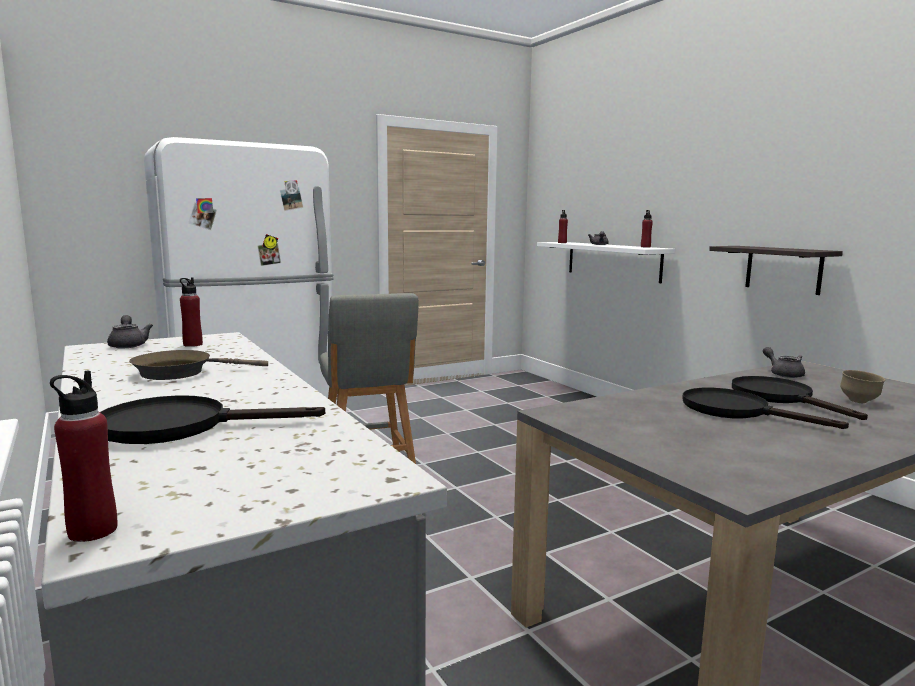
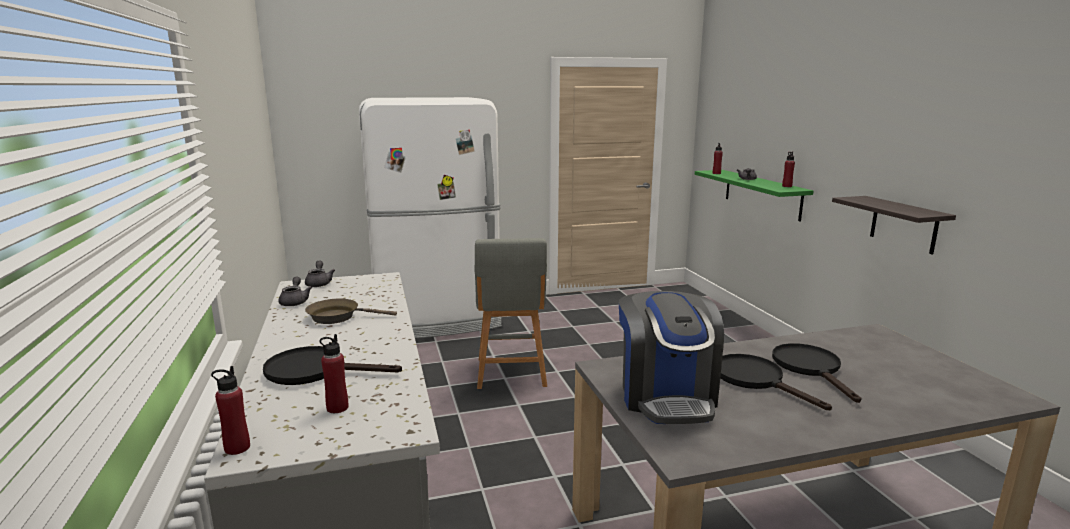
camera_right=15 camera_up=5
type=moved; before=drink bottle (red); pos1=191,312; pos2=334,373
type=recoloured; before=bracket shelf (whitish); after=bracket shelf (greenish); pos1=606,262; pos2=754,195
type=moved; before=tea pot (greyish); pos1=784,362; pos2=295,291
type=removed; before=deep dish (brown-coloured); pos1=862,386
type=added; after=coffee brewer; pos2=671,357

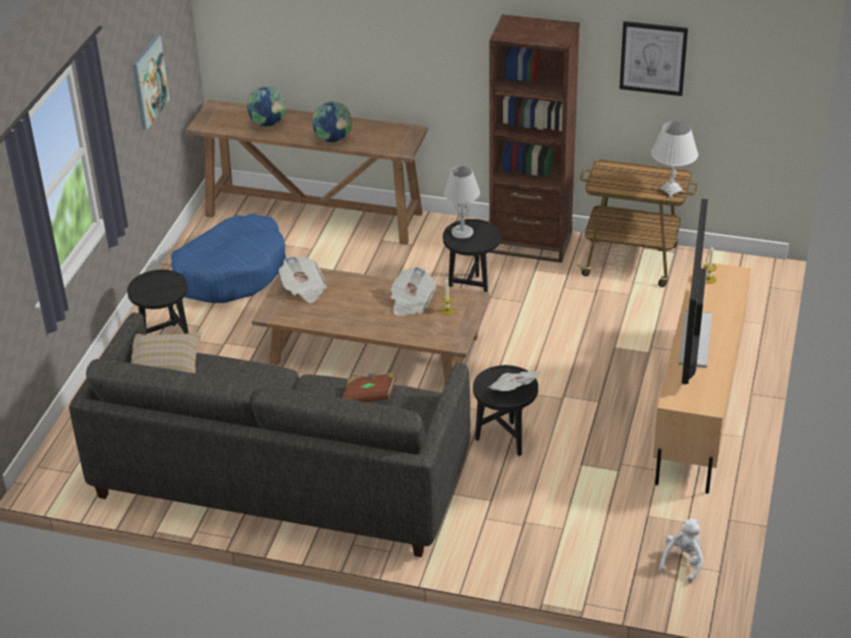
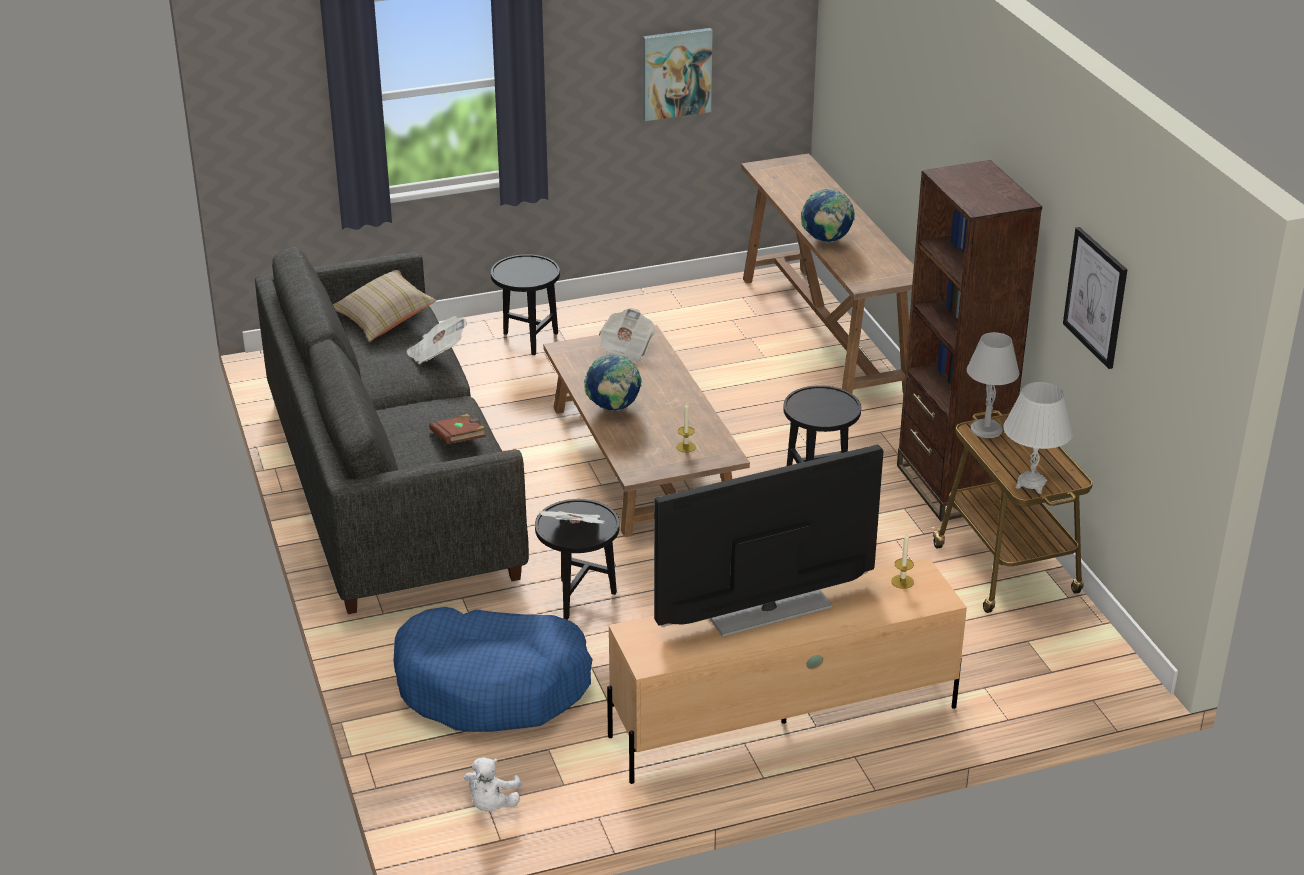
camera_right=55 camera_up=-5
type=moved; before=dog cushion (bluish); pos1=228,258; pos2=493,669
type=moved; before=desk globe; pos1=266,106; pos2=613,382
type=moved; before=daily paper; pos1=413,291; pos2=436,340
type=moved; before=table lamp (greyish); pos1=462,202; pos2=993,385
type=turned; before=plush toy (whitish); pos1=681,551; pos2=493,784; turn=105

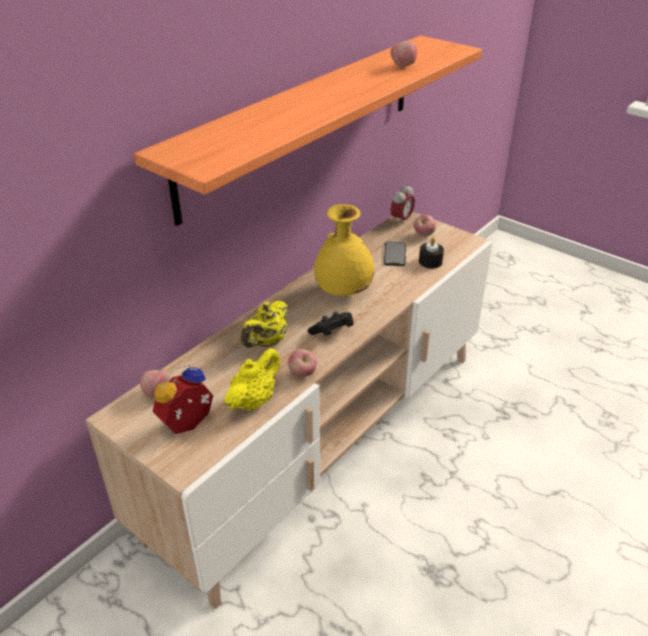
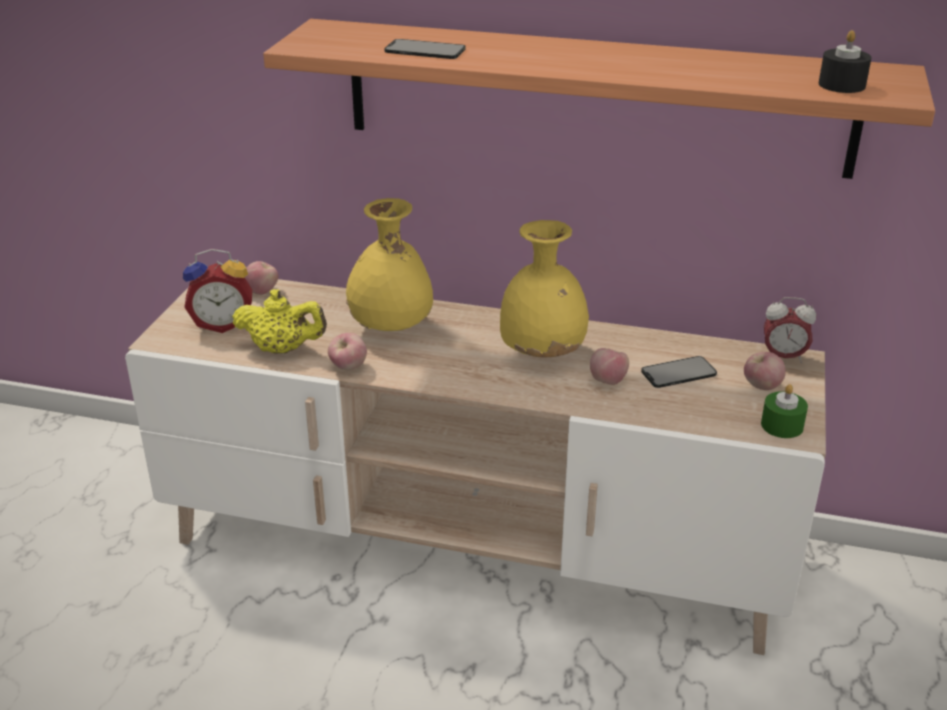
camera_right=65 camera_up=-5
type=turned; before=bedside clock; pos1=183,399; pos2=217,291; turn=150
type=replaced; before=tea pot (yellow); after=decorative vase (yellow); pos1=264,324; pos2=389,264
type=removed; before=joypad (blackish); pos1=331,324
type=moved; before=apple; pos1=404,53; pos2=609,366
type=moved; before=candle (blackish); pos1=431,253; pos2=845,61
type=added; after=telephone; pos2=425,49
type=added; after=candle (greenish); pos2=784,411

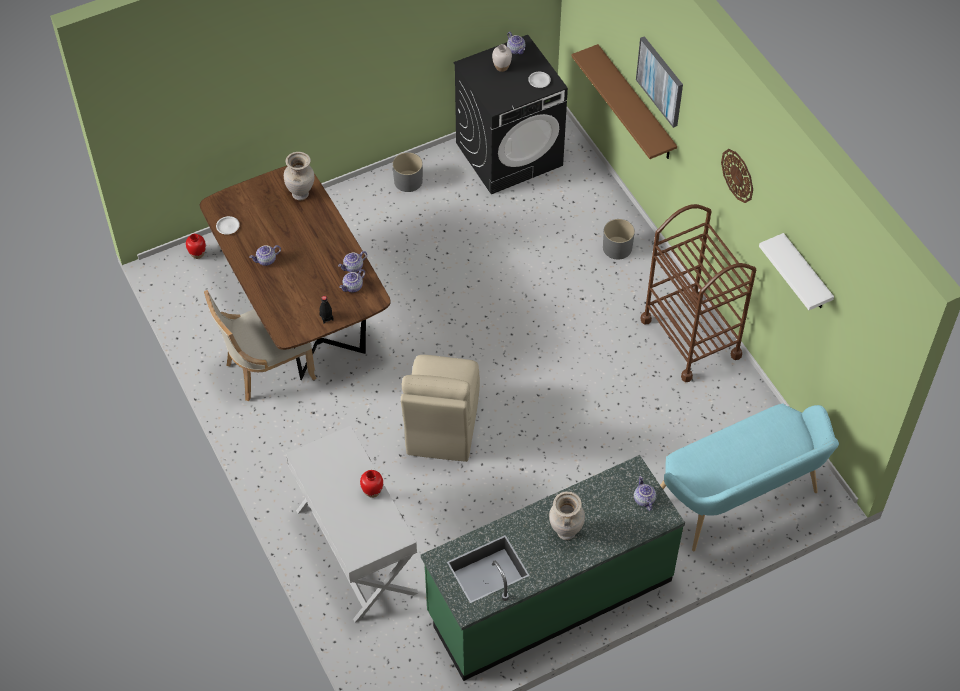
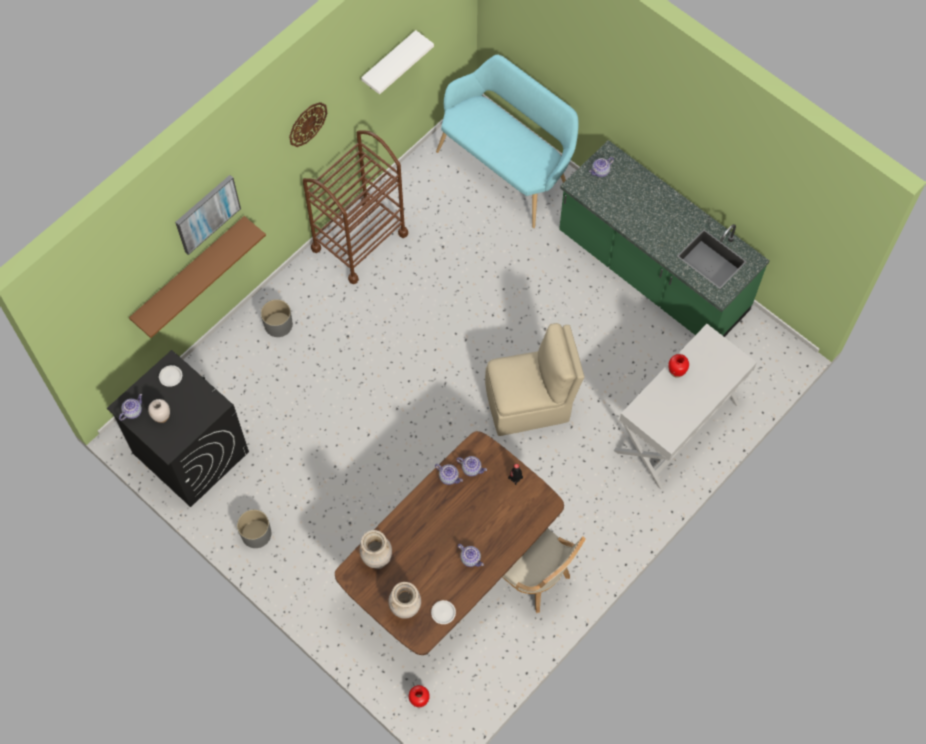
camera_right=-110 camera_up=10
type=moved; before=decorative vase (beige); pos1=567,516; pos2=404,600

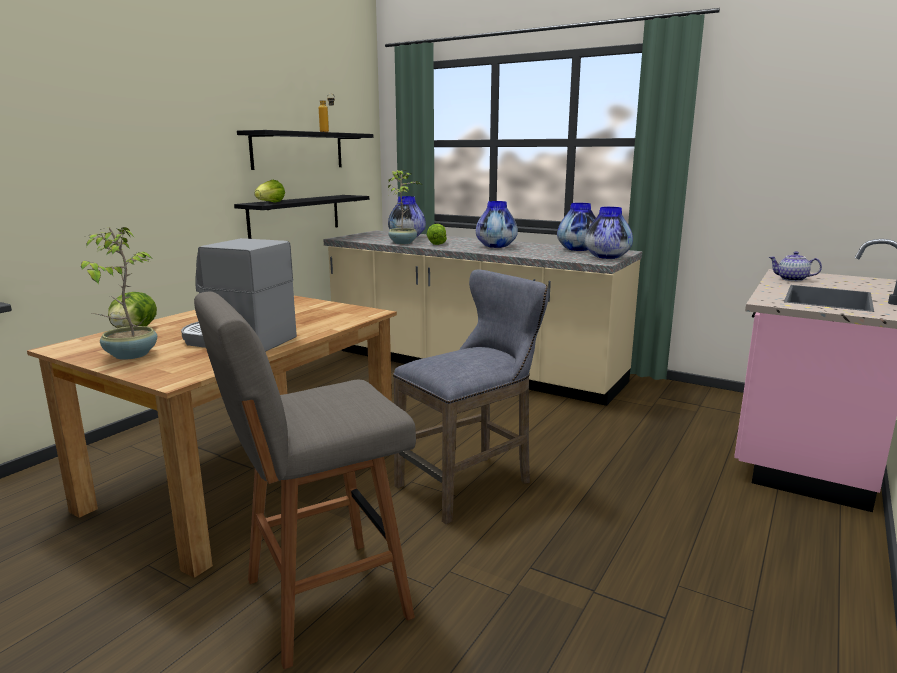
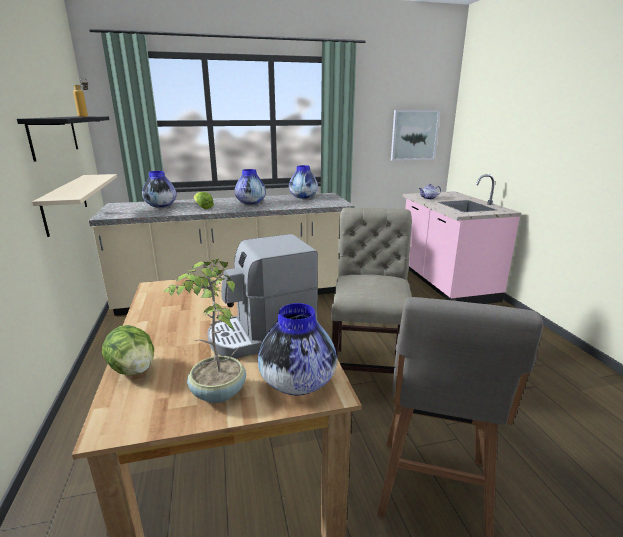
camera_right=-45 camera_up=5
type=recoloured; before=bracket shelf (blackish); after=bracket shelf (beige); pos1=301,217; pos2=74,205
type=removed; before=head of lettuce; pos1=269,191
type=removed; before=houseplant; pos1=405,207
type=replaced; before=stool seat (greyish); after=plain chair (beige); pos1=471,397; pos2=371,291
type=moved; before=decorative vase; pos1=609,233; pos2=297,349
type=added; after=wall picture; pos2=415,135

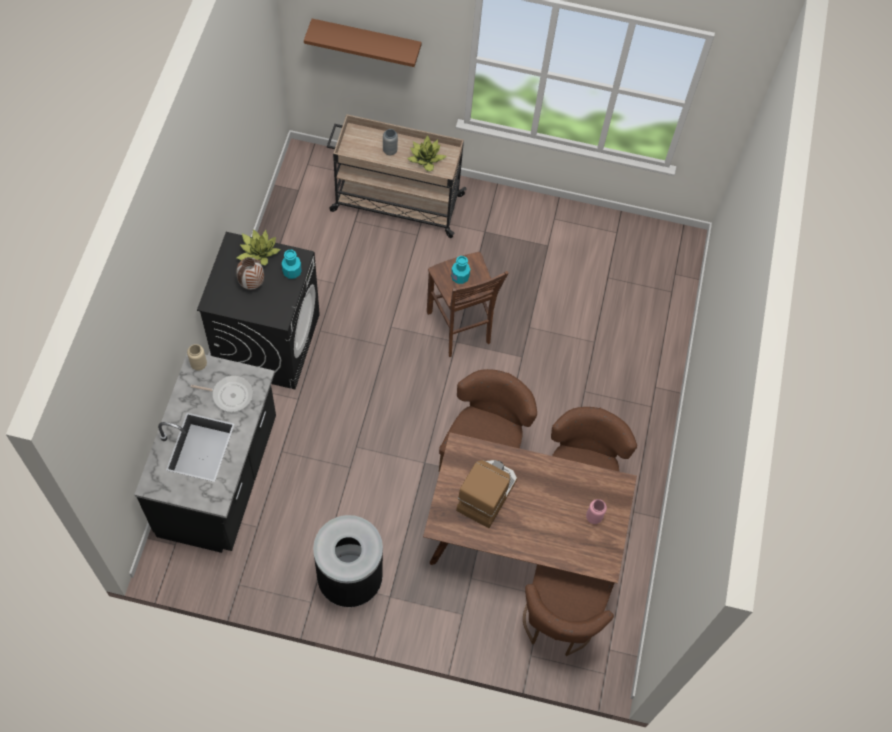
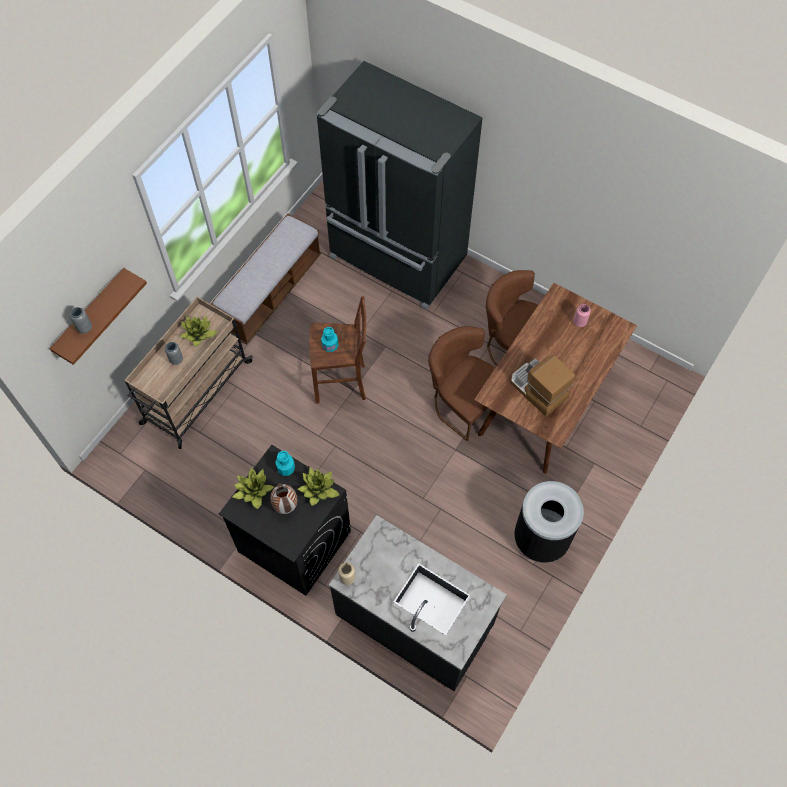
camera_right=-65 camera_up=0
type=removed; before=skillet; pos1=222,393
type=removed; before=plain chair (brown-coloured); pos1=568,610
type=added; after=decorative vase (greyish); pos2=81,320
type=added; after=bench; pos2=265,279
type=added; after=houseplant; pos2=318,487
type=added; after=kitchen fridge (blackish); pos2=399,185

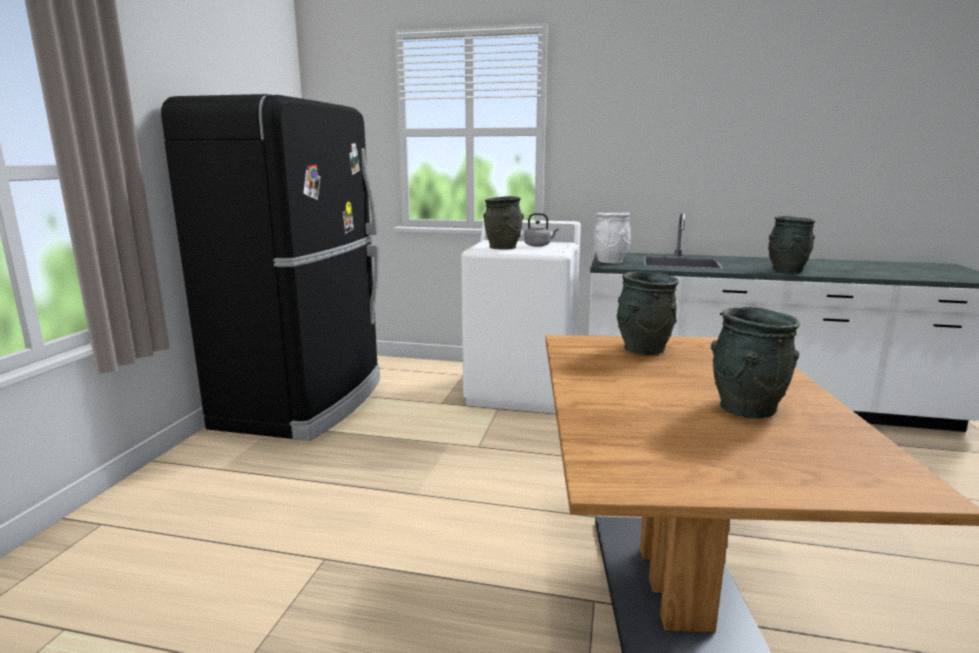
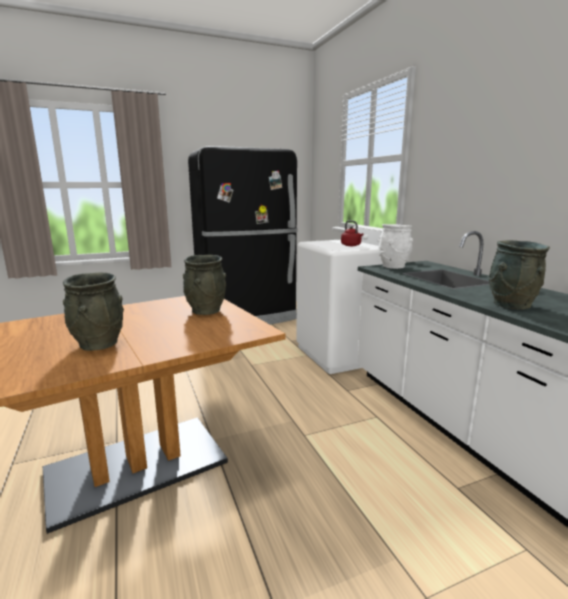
camera_right=55 camera_up=0
type=removed; before=decorative vase (greyish); pos1=503,223
type=recoloured; before=water kettle (greyish); after=water kettle (red); pos1=541,230; pos2=352,233

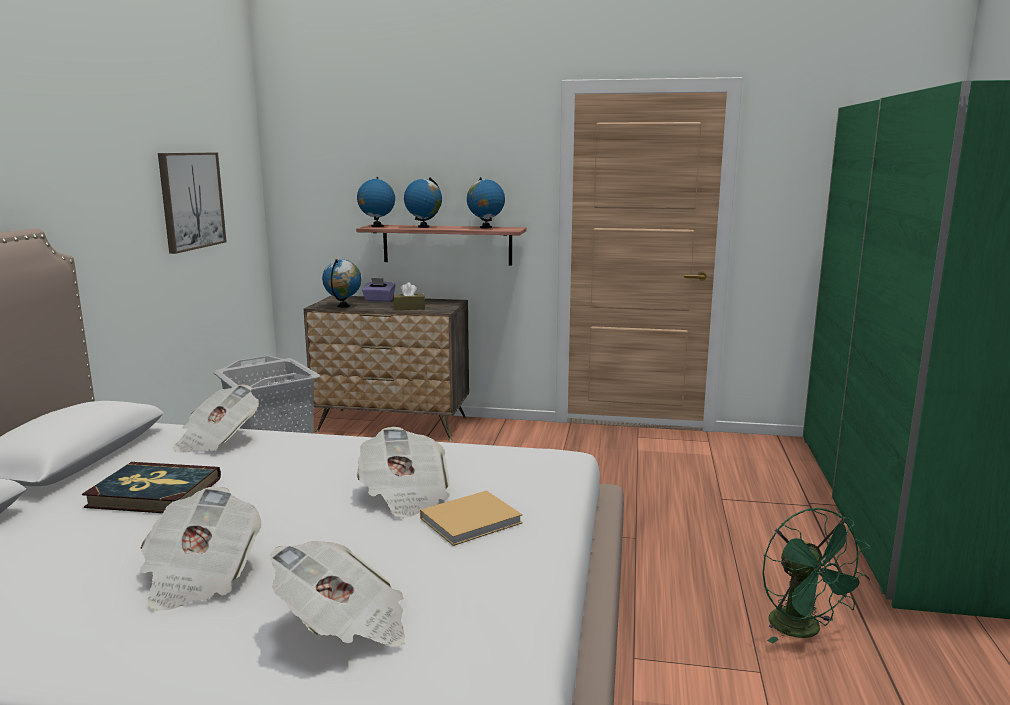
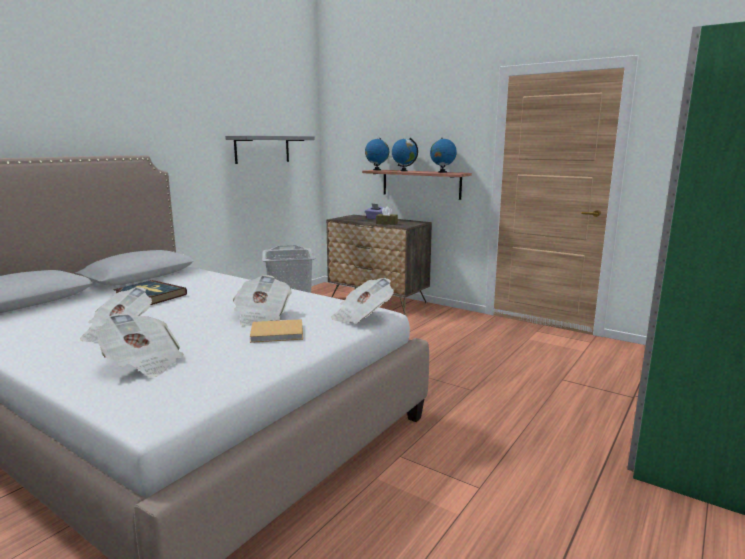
camera_right=25 camera_up=0
type=replaced; before=wall picture; after=bracket shelf (greyish); pos1=192,203; pos2=270,150
type=moved; before=daily paper; pos1=216,418; pos2=362,300
type=removed; before=desk globe; pos1=342,283
type=removed; before=fan (greenish); pos1=816,576

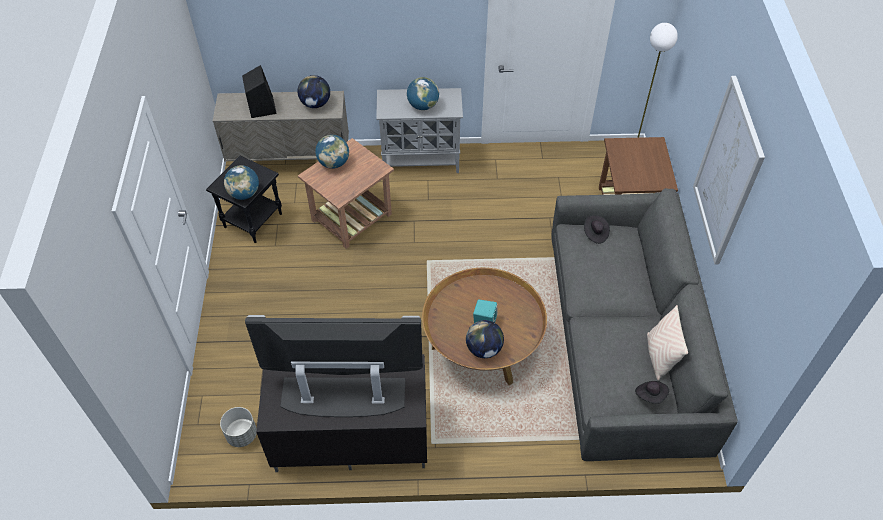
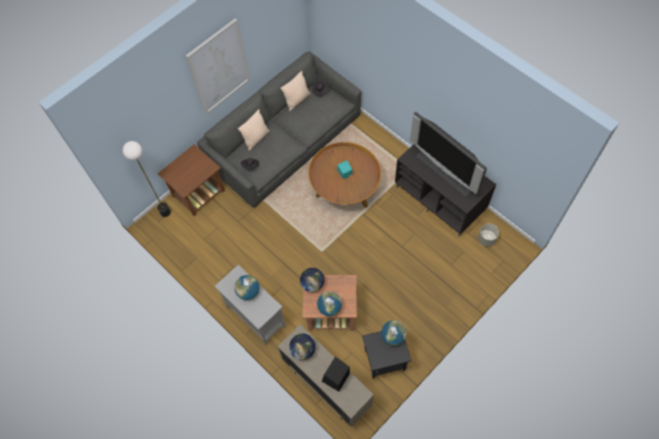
camera_right=-130 camera_up=10
type=moved; before=desk globe; pos1=485,339; pos2=312,280
type=added; after=throw pillow (beige); pos2=254,130

